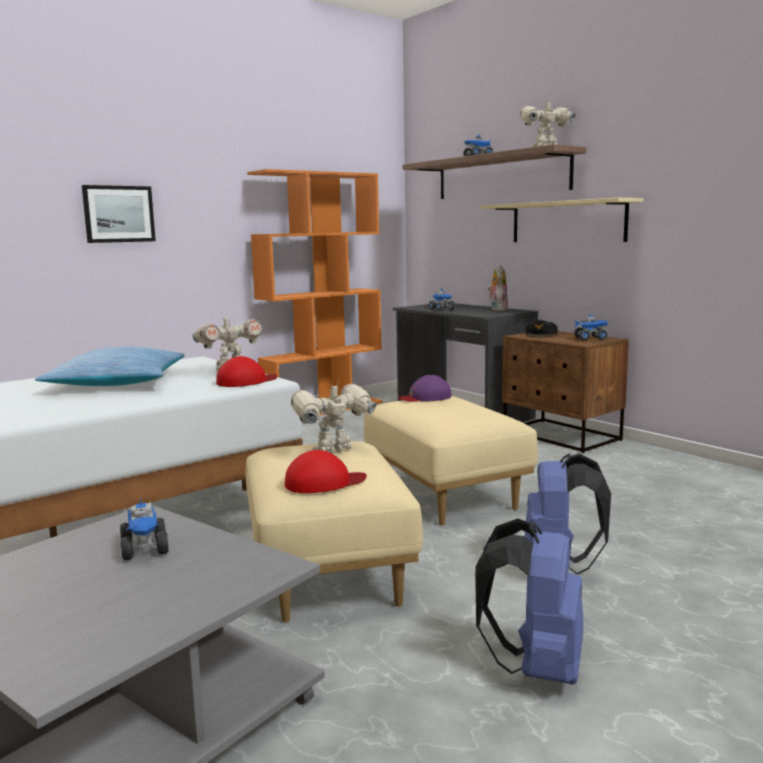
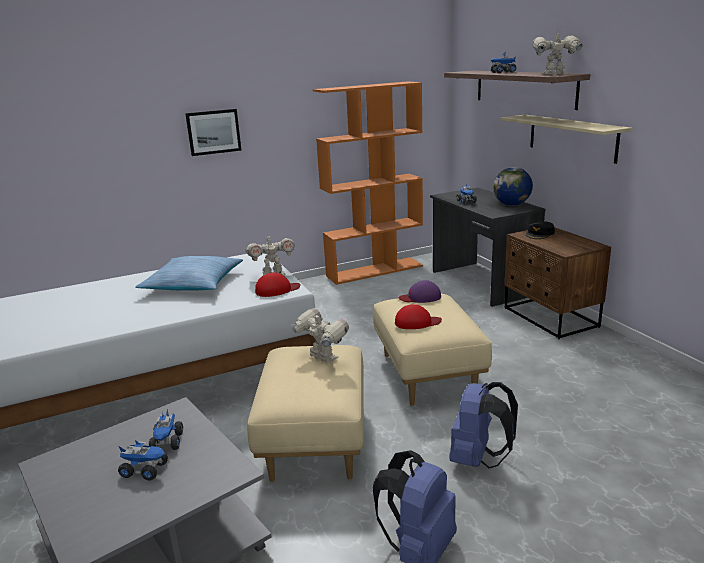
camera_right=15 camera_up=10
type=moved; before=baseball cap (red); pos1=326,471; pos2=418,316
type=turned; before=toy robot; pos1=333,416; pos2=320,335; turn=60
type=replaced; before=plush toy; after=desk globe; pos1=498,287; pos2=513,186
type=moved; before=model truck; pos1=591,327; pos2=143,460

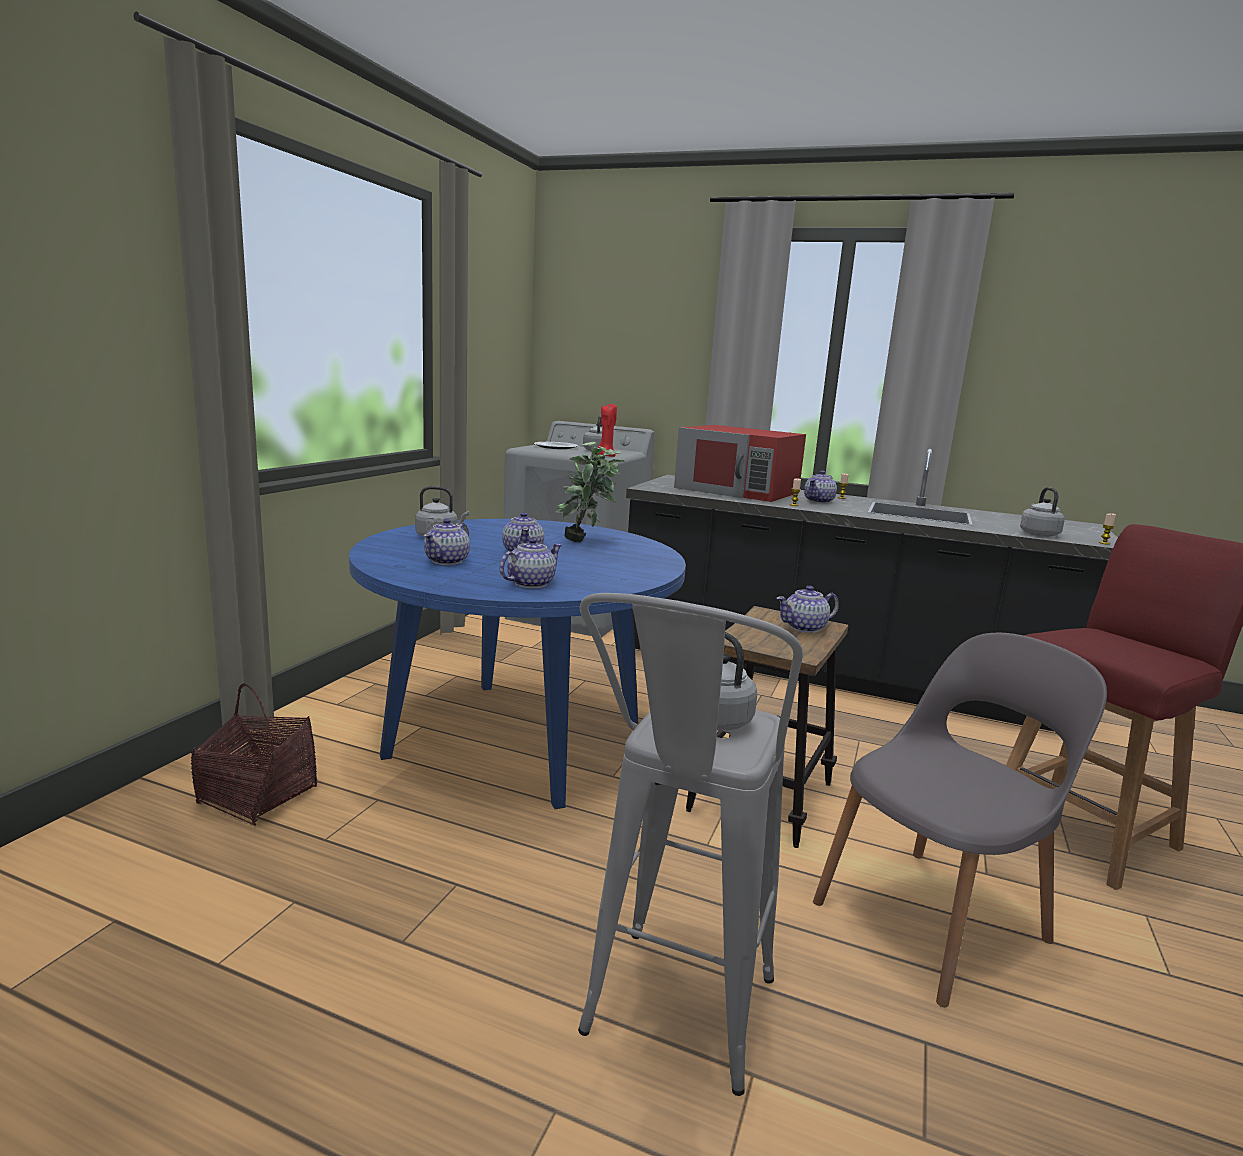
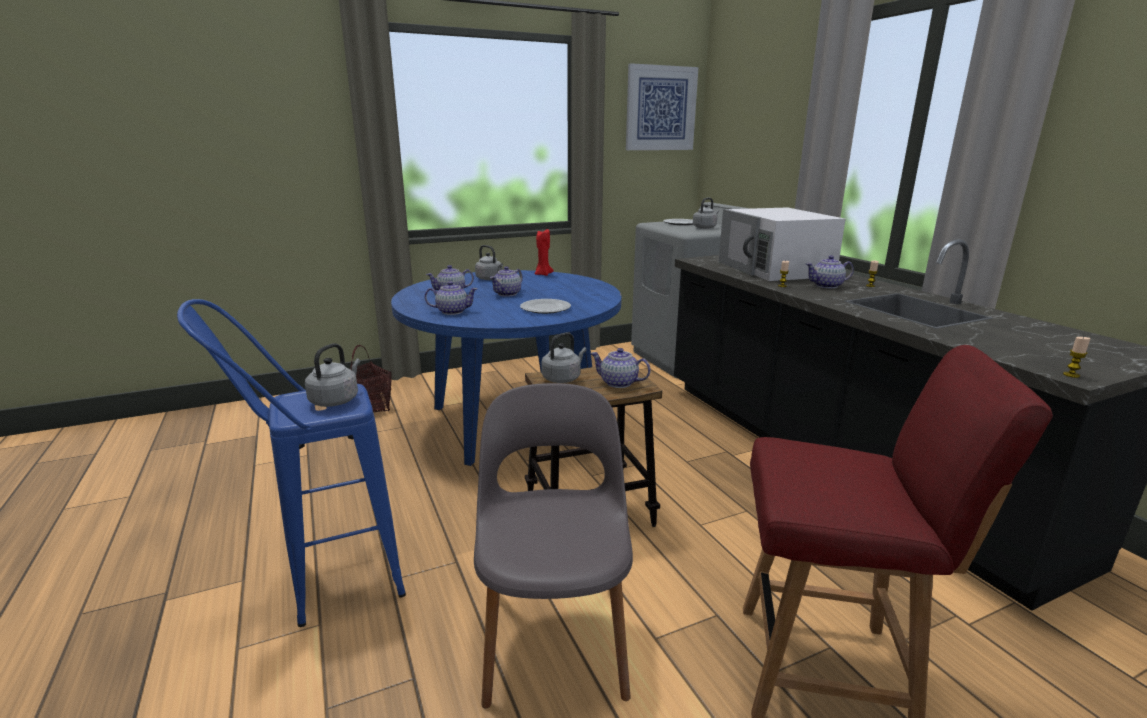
camera_right=45 camera_up=5
type=removed; before=houseplant; pos1=590,492
type=recoloured; before=stool seat (greyish); after=stool seat (bluish); pos1=690,844; pos2=291,463
type=moved; before=candle (red); pos1=607,430; pos2=544,252
type=recoloured; before=microwave oven (red); after=microwave oven (whitish); pos1=740,463; pos2=782,244
type=turned; before=plain chair (greyish); pos1=960,820; pos2=553,545; turn=-105
type=moved; before=water kettle (greyish); pos1=1042,512; pos2=563,357
type=added; after=plate; pos2=545,306
type=added; after=wall picture; pos2=662,106

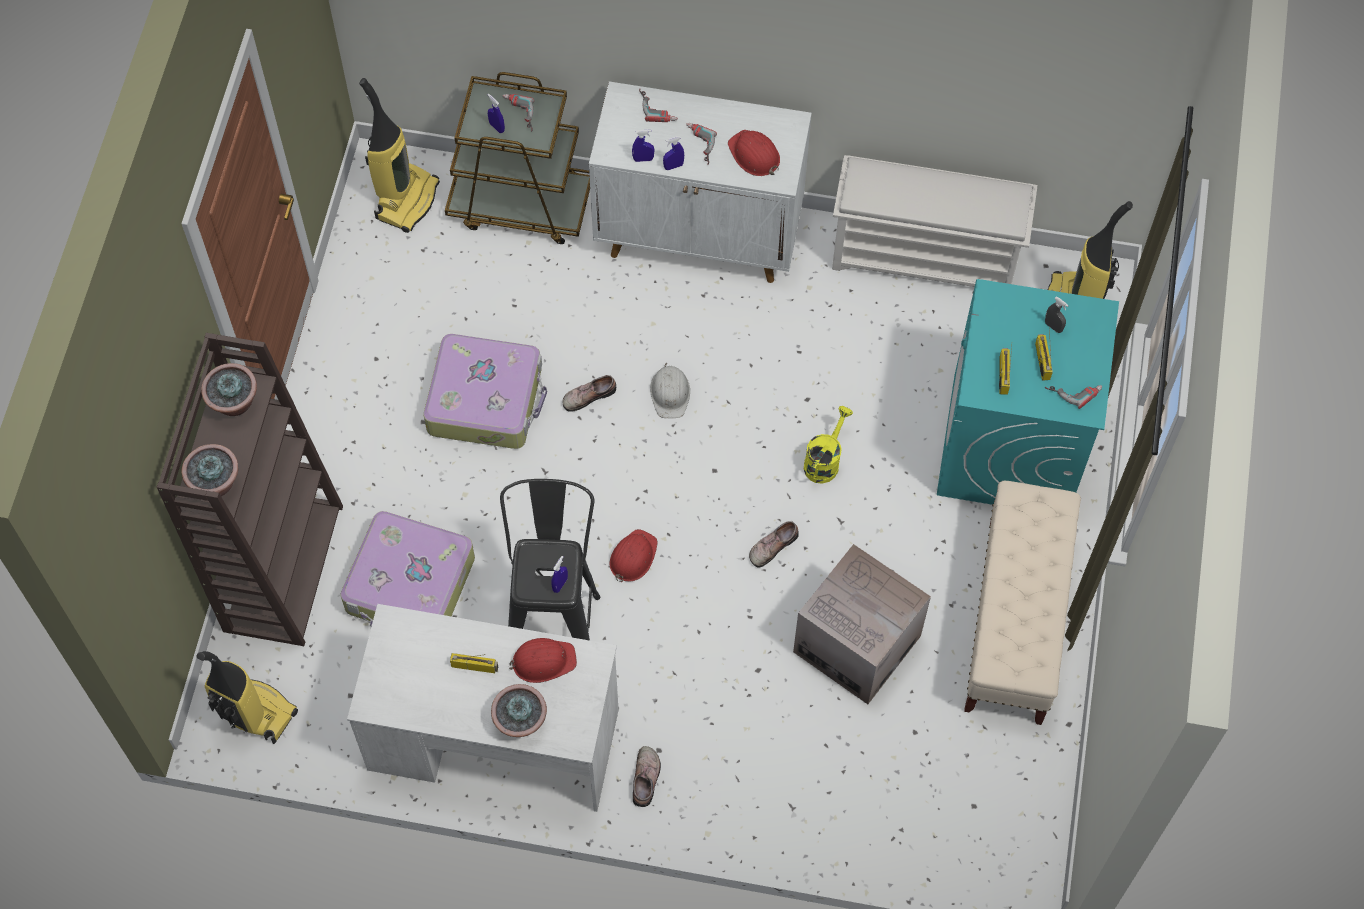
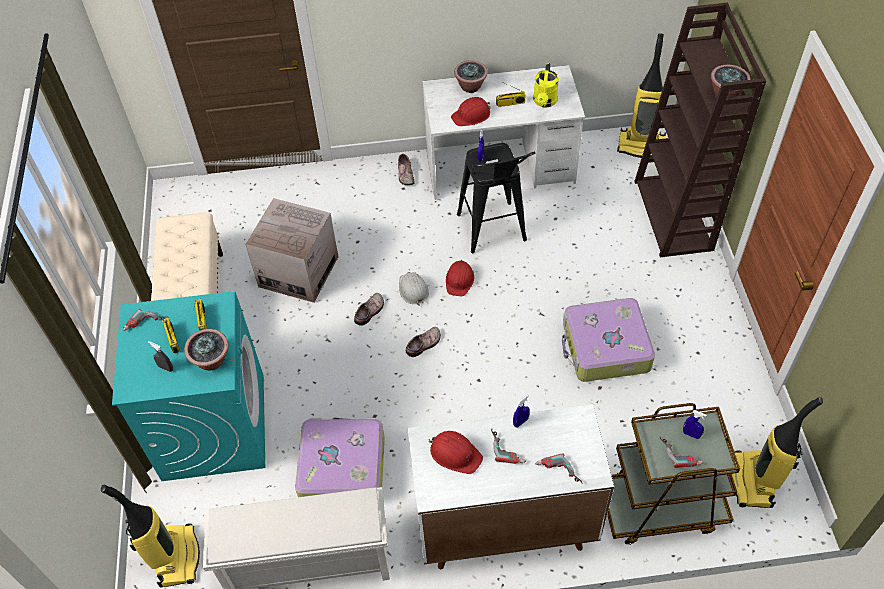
camera_right=165 camera_up=-10
type=moved; before=houseplant; pos1=210,470; pos2=206,349
type=moved; before=piece of luggage; pos1=407,568; pos2=340,457
type=moved; before=low shoe; pos1=589,393; pos2=423,342
type=removed; before=spray bottle (bluish); pos1=643,146
type=moved; before=work helmet (whitish); pos1=670,390; pos2=414,289
type=moved; before=sprinkling can (yellow); pos1=828,445; pos2=546,85

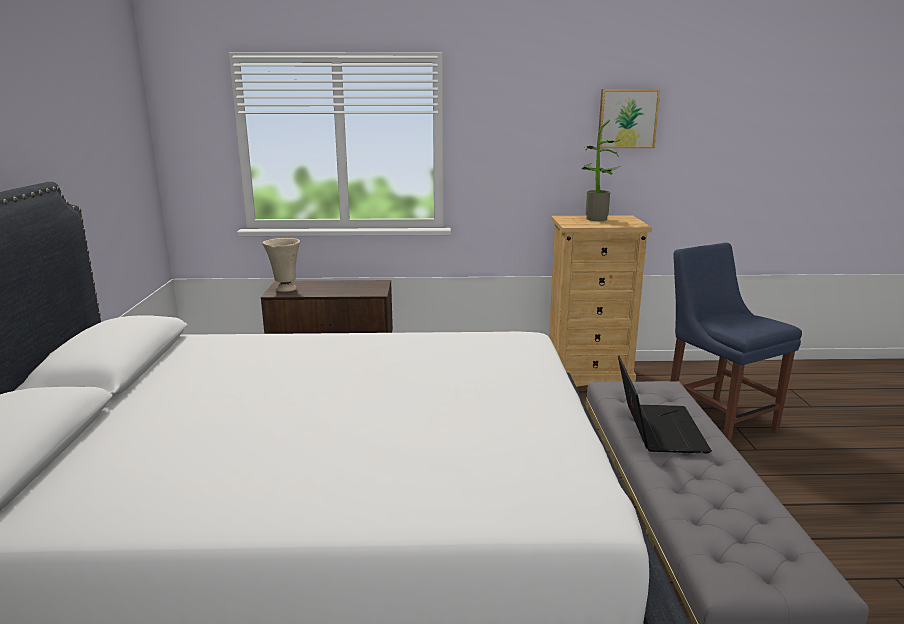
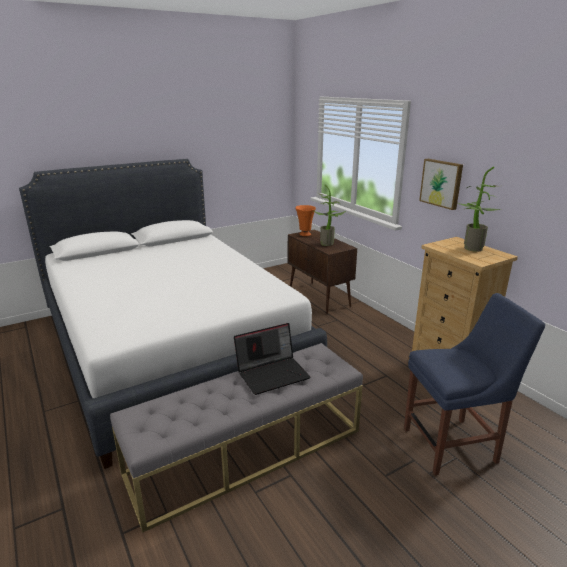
camera_right=60 camera_up=5
type=recoloured; before=decorative vase (beige); after=decorative vase (orangey); pos1=281,265; pos2=305,220
type=moved; before=wall picture; pos1=629,118; pos2=441,184
type=turned; before=plain chair (bluish); pos1=736,343; pos2=474,384; turn=45
type=added; after=houseplant; pos2=330,215

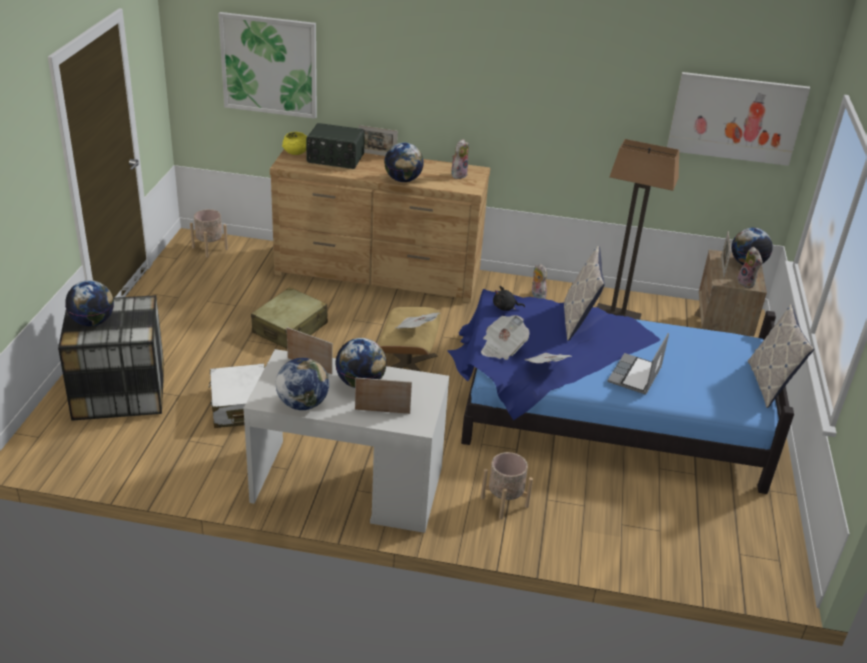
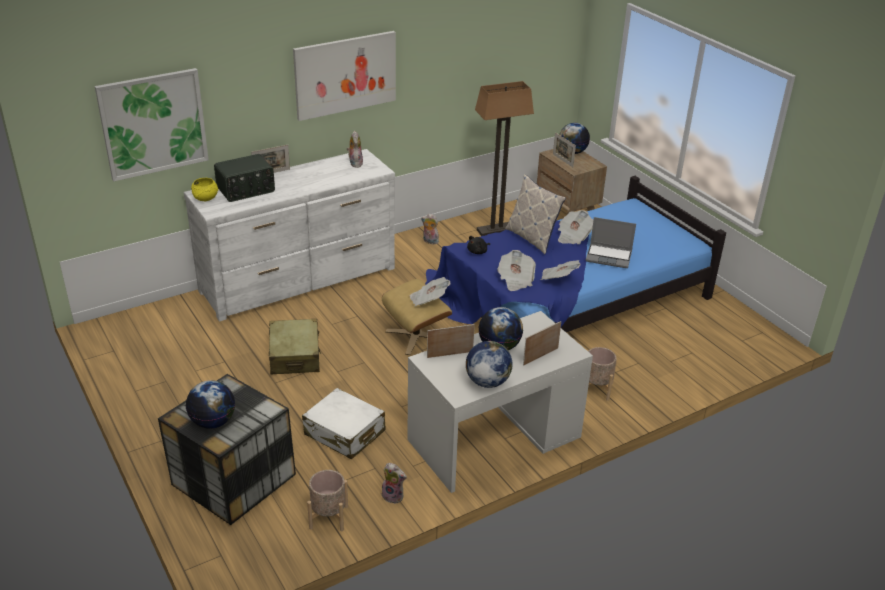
camera_right=-40 camera_up=0
type=moved; before=planter (beige); pos1=209,233; pos2=327,500
type=recoloured; before=chest of drawers (brown-coloured); after=chest of drawers (whitish); pos1=380,226; pos2=289,235
type=removed; before=desk globe; pos1=404,162
type=turned; before=notebook computer; pos1=638,364; pos2=611,242; turn=-60
type=moved; before=wall picture; pos1=738,119; pos2=344,76
type=moved; before=plush toy; pos1=750,267; pos2=394,483
type=removed; before=throw pillow; pos1=781,356
type=added; after=daily paper; pos2=575,227

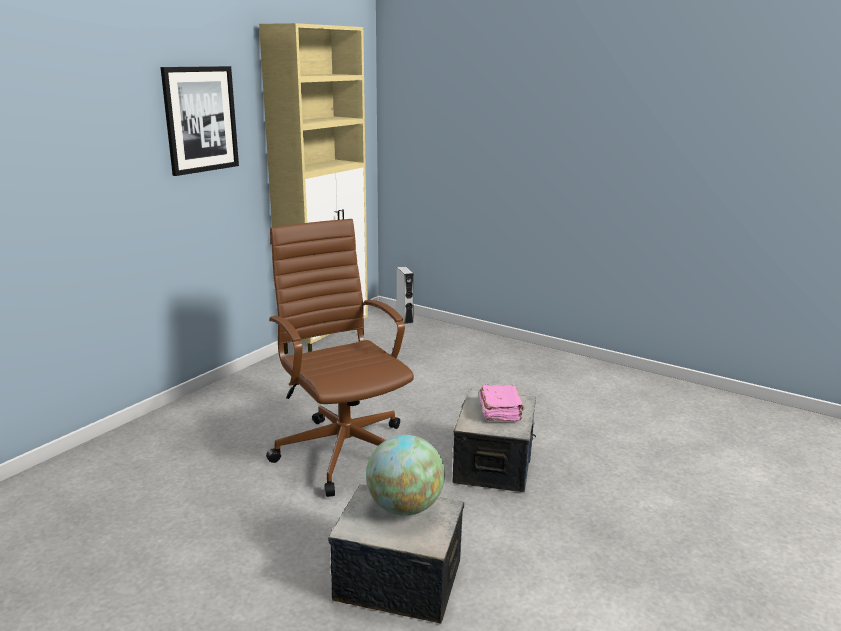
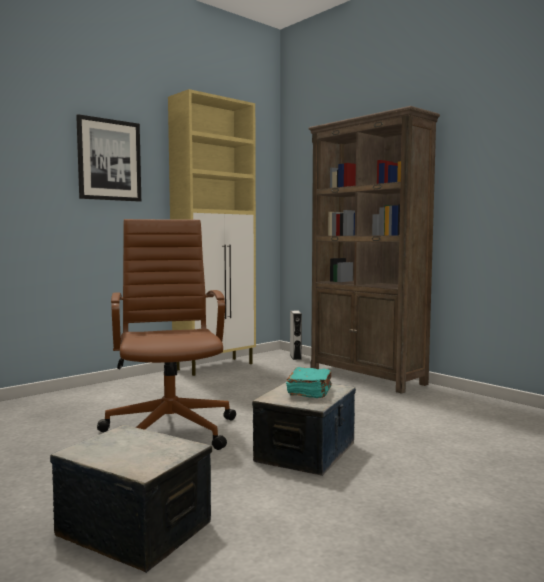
camera_right=15 camera_up=-15
type=removed; before=desk globe; pos1=405,475
type=recoloured; before=volume (pinkish); after=volume (turquoise-coloured); pos1=501,403; pos2=309,382
type=added; after=bookshelf (brown-coloured); pos2=374,250

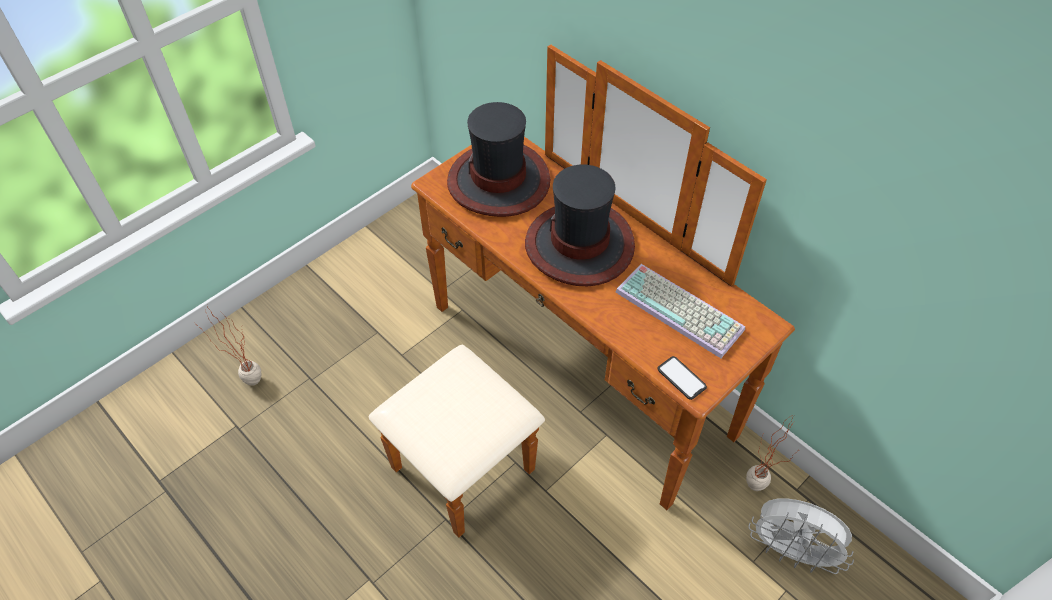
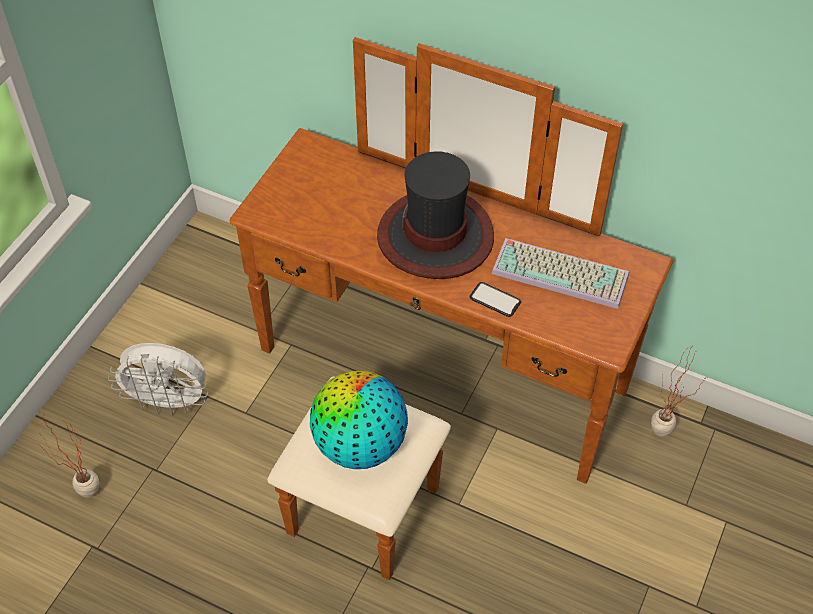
camera_right=-20 camera_up=0
type=removed; before=hat; pos1=498,159
type=moved; before=telephone; pos1=682,378; pos2=495,299
type=moved; before=fan (whitish); pos1=801,536; pos2=158,379
type=added; after=desk globe; pos2=359,420

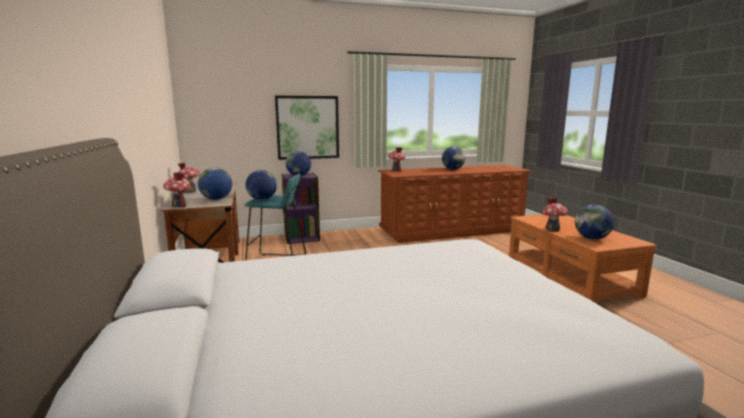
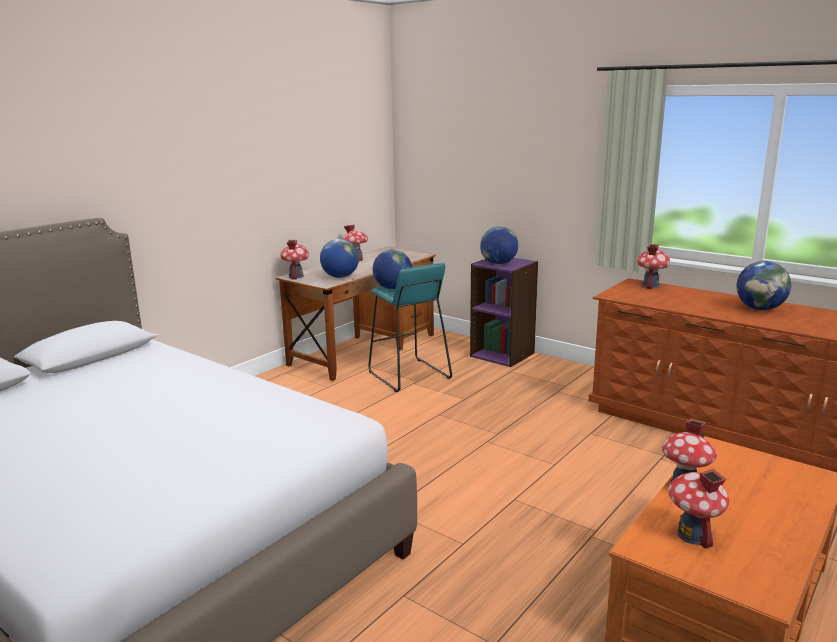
camera_right=55 camera_up=5
type=removed; before=wall picture; pos1=307,128
type=replaced; before=desk globe; after=toy house; pos1=594,222; pos2=698,509

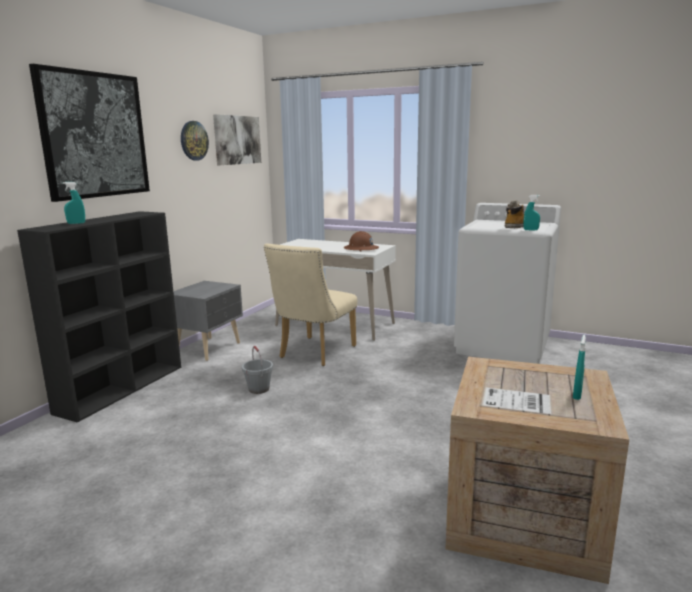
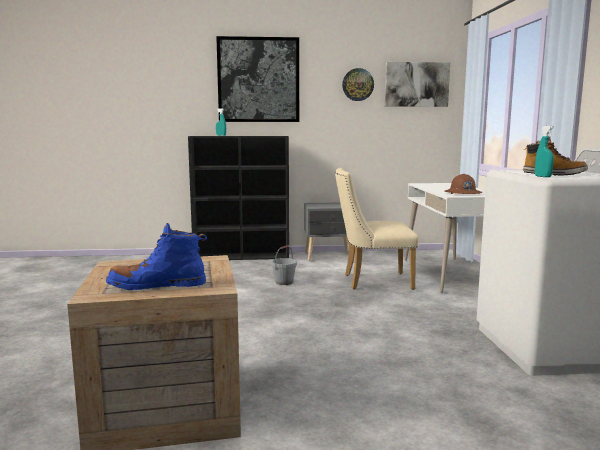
camera_right=60 camera_up=-5
type=replaced; before=spray bottle (turquoise-coloured); after=high-top boot (bluish); pos1=579,367; pos2=156,256

